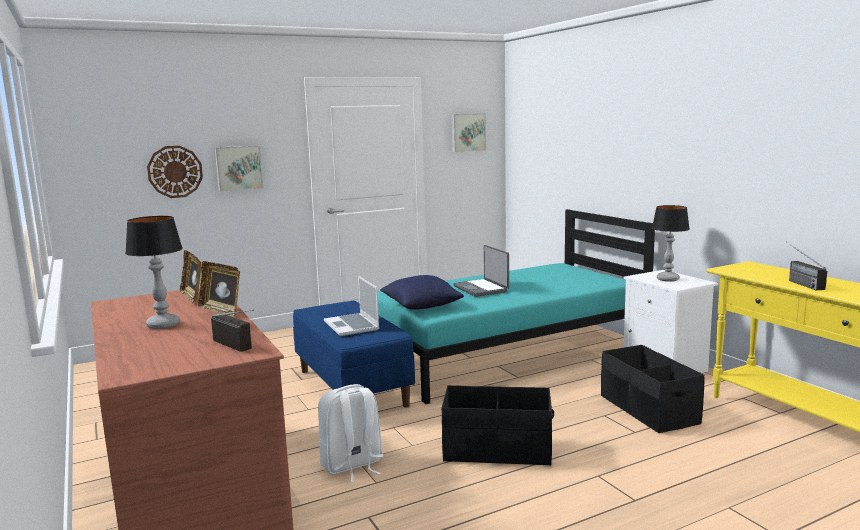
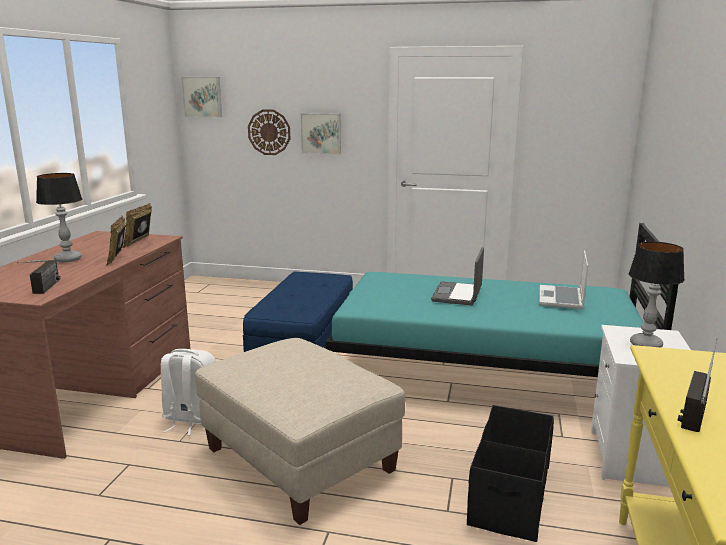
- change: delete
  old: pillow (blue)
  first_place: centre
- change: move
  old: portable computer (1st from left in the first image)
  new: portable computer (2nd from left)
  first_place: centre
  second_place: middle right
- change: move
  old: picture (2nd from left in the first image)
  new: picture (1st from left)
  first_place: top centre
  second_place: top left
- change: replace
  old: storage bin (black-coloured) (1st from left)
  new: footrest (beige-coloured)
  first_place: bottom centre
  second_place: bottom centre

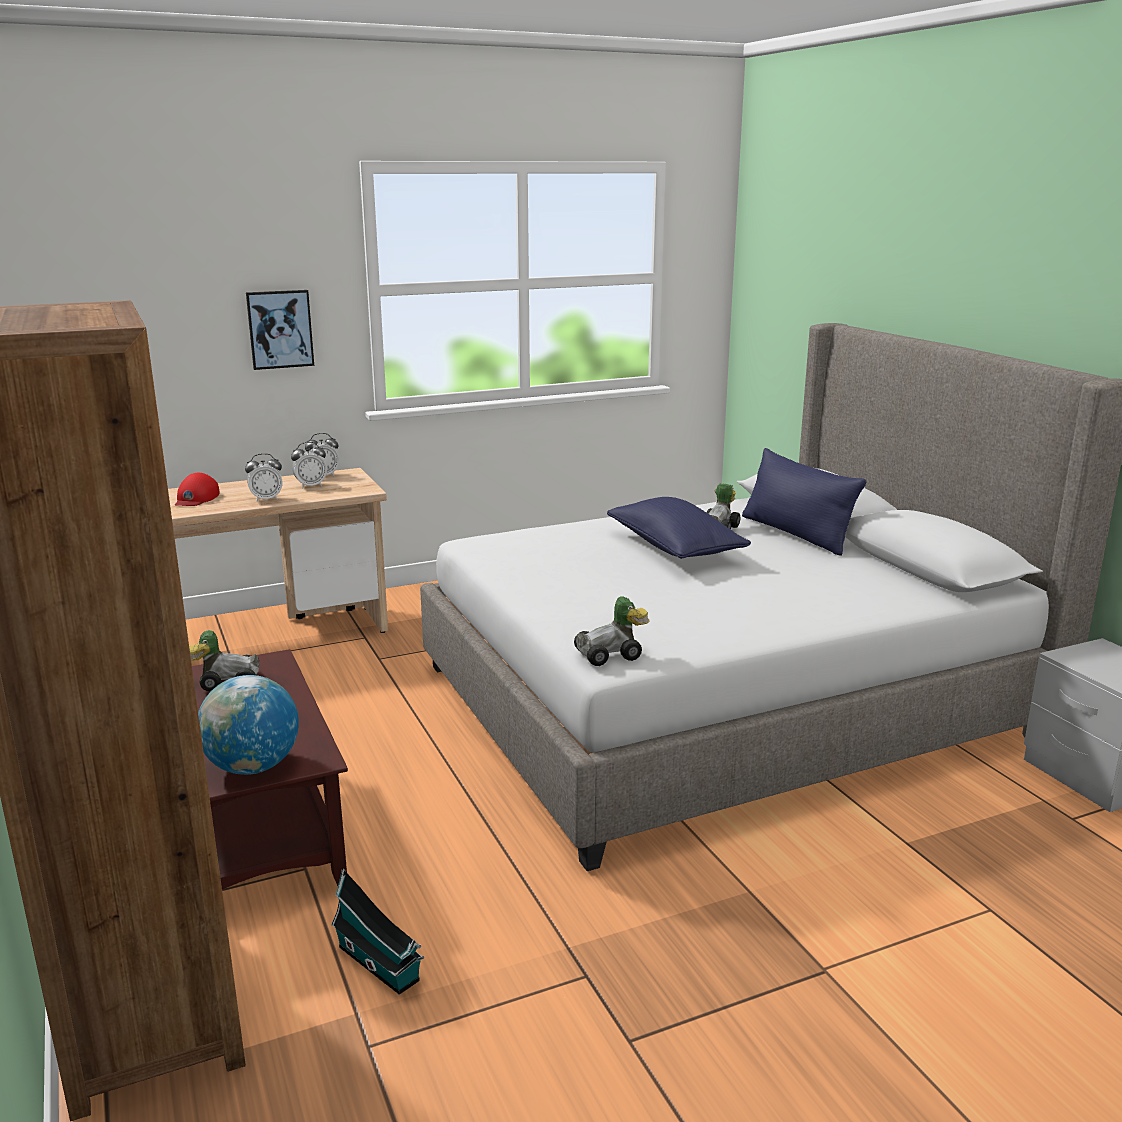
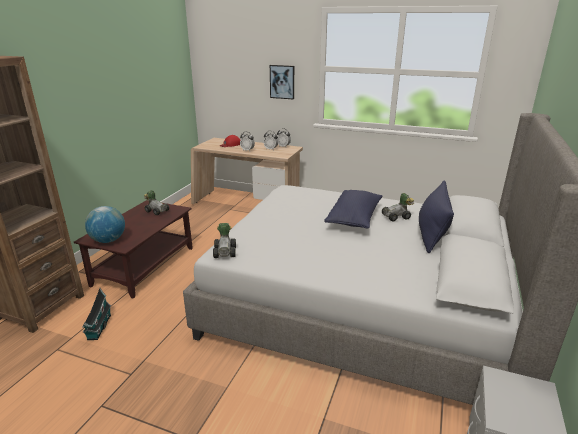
- change: rotate
  old: model car (2nd from left)
  first_place: centre
  second_place: centre
  degrees: -120

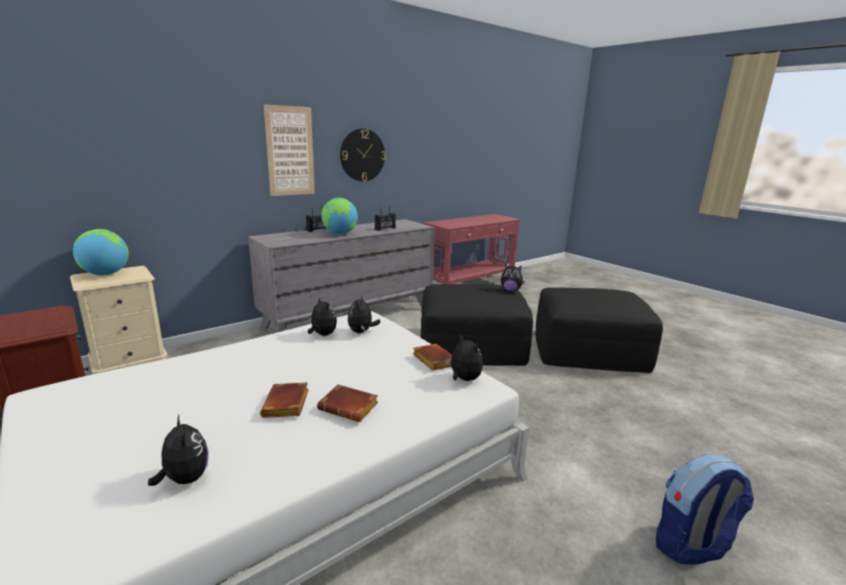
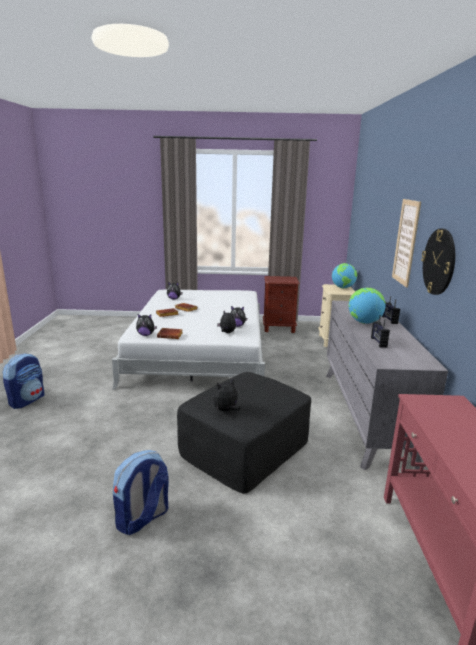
- change: replace
  old: footrest (black-coloured) (2nd from left)
  new: rucksack (2nd from left)
  first_place: middle right
  second_place: bottom left

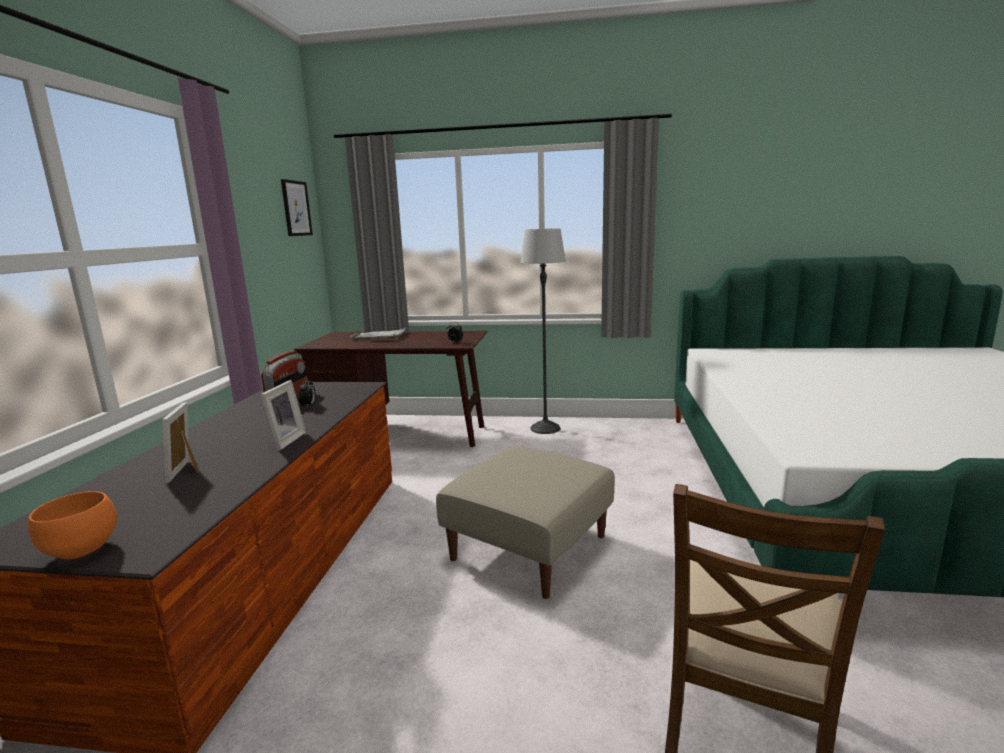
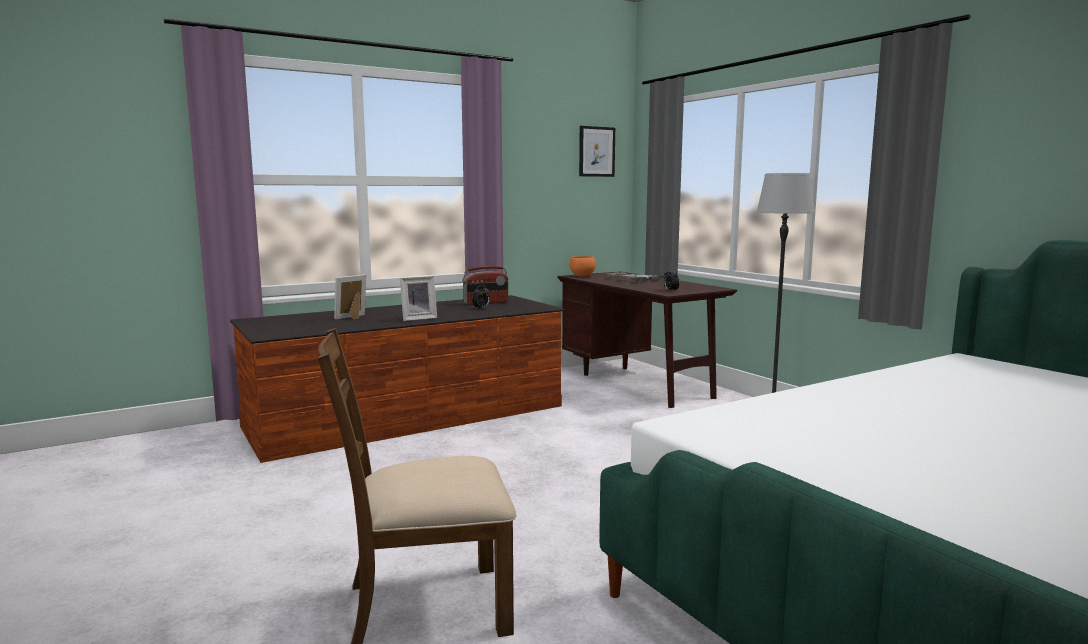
- change: delete
  old: footrest (beige-coloured)
  first_place: bottom centre
- change: move
  old: bowl (orange)
  first_place: bottom left
  second_place: centre

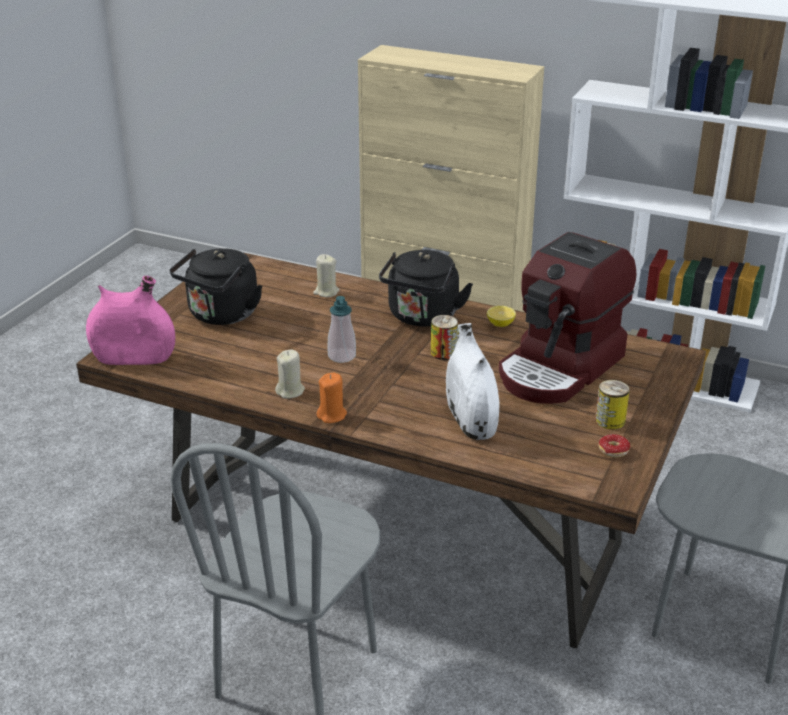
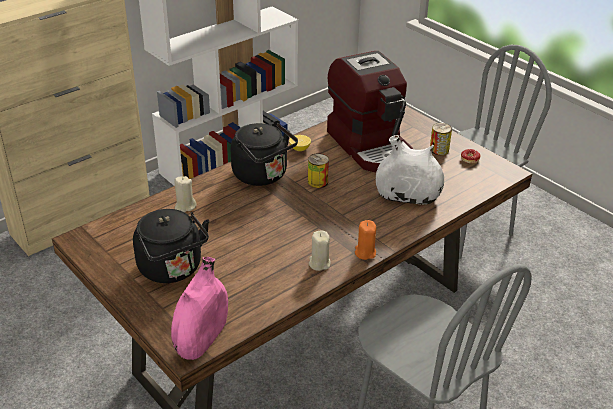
- change: delete
  old: soap dispenser
  first_place: centre

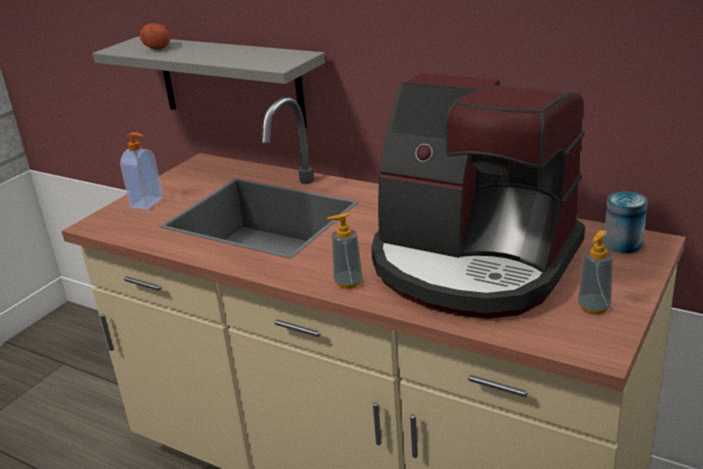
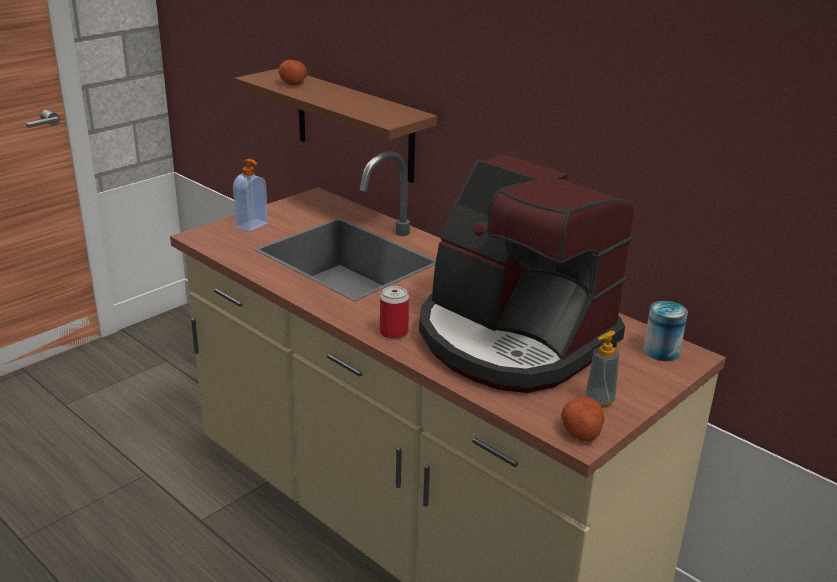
- change: insert
  new: whole potato (2nd from left)
  second_place: bottom right
- change: replace
  old: soap dispenser (2nd from left)
  new: metal can (1st from left)
  first_place: centre
  second_place: centre
- change: recolor
  old: shelf (greyish)
  new: shelf (brown-coloured)
  first_place: top left
  second_place: top centre

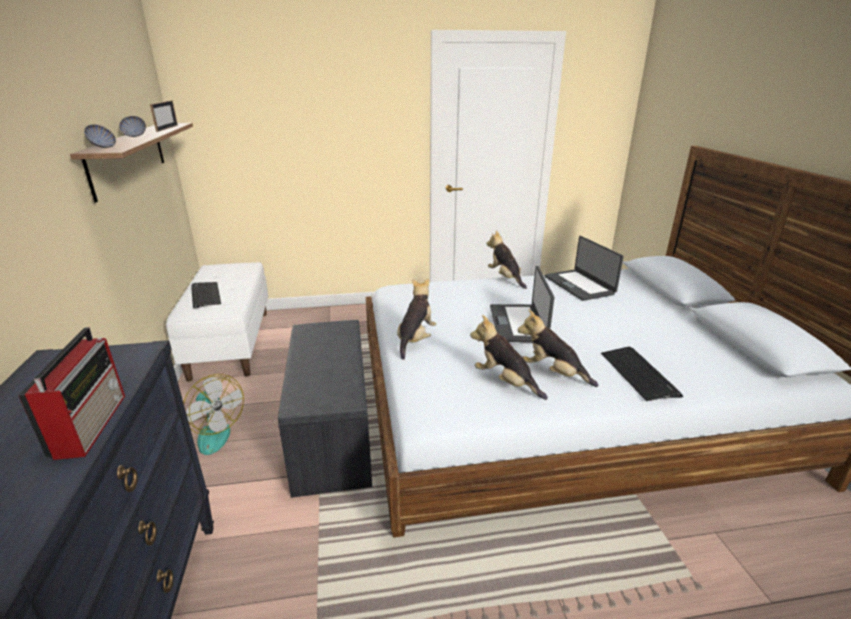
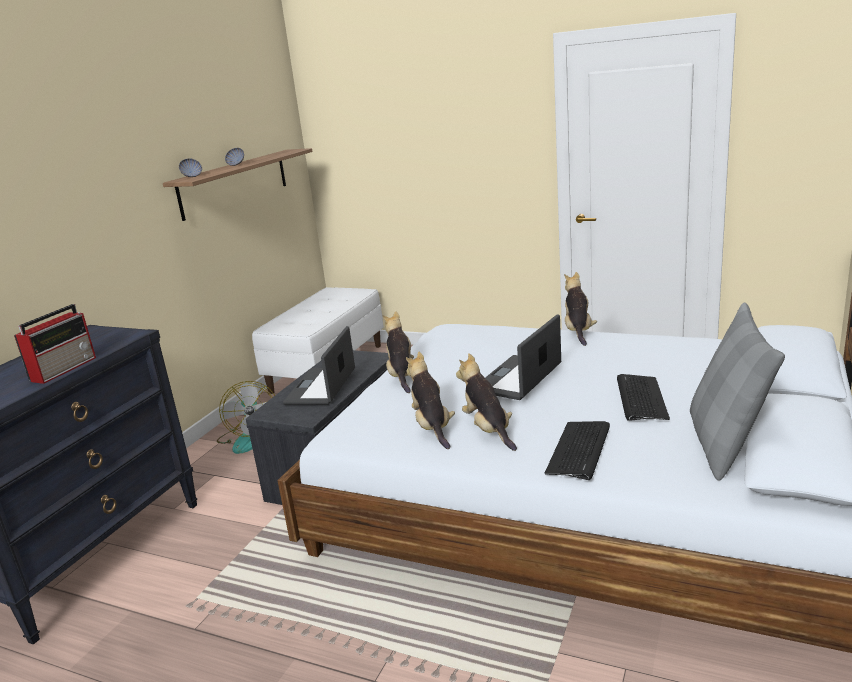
- change: delete
  old: standing frame
  first_place: top left
- change: insert
  new: pillow (greyish)
  second_place: middle right
- change: move
  old: computer keyboard (1st from left in the first image)
  new: computer keyboard (2nd from left)
  first_place: middle left
  second_place: middle right
- change: move
  old: portable computer (2nd from left in the first image)
  new: portable computer (1st from left)
  first_place: middle right
  second_place: centre
- change: rotate
  old: soft toy (1st from left)
  first_place: centre
  second_place: centre
  degrees: -60

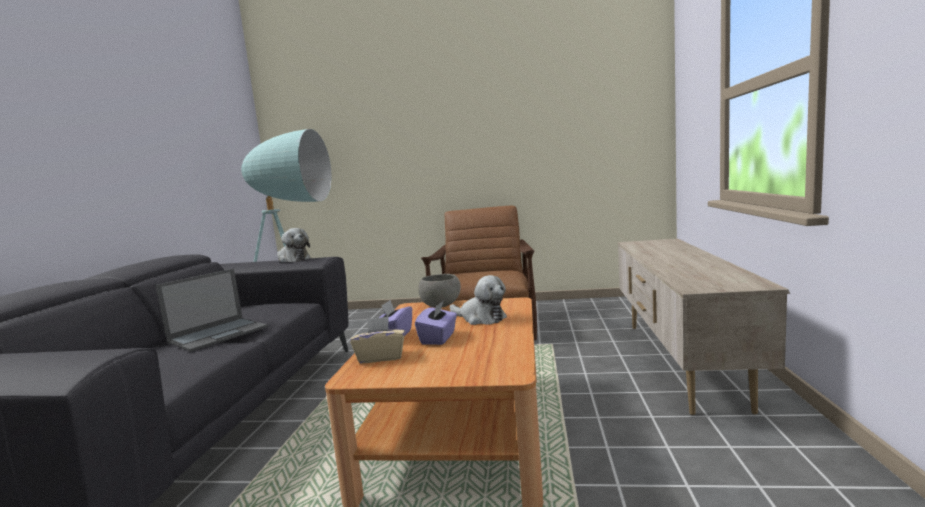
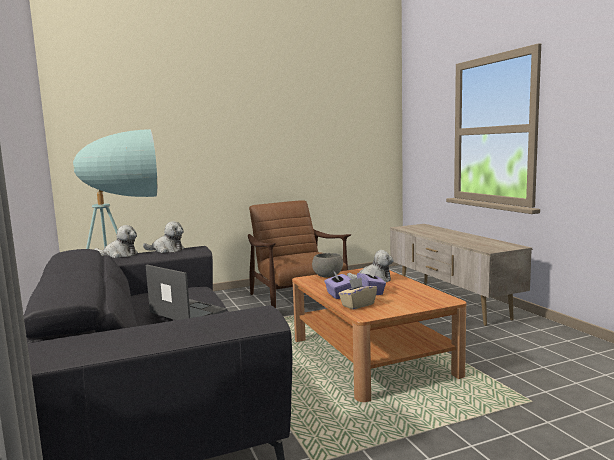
- change: insert
  new: soft toy (1st from left)
  second_place: middle left
- change: rotate
  old: portable computer
  first_place: middle left
  second_place: middle left
  degrees: -60

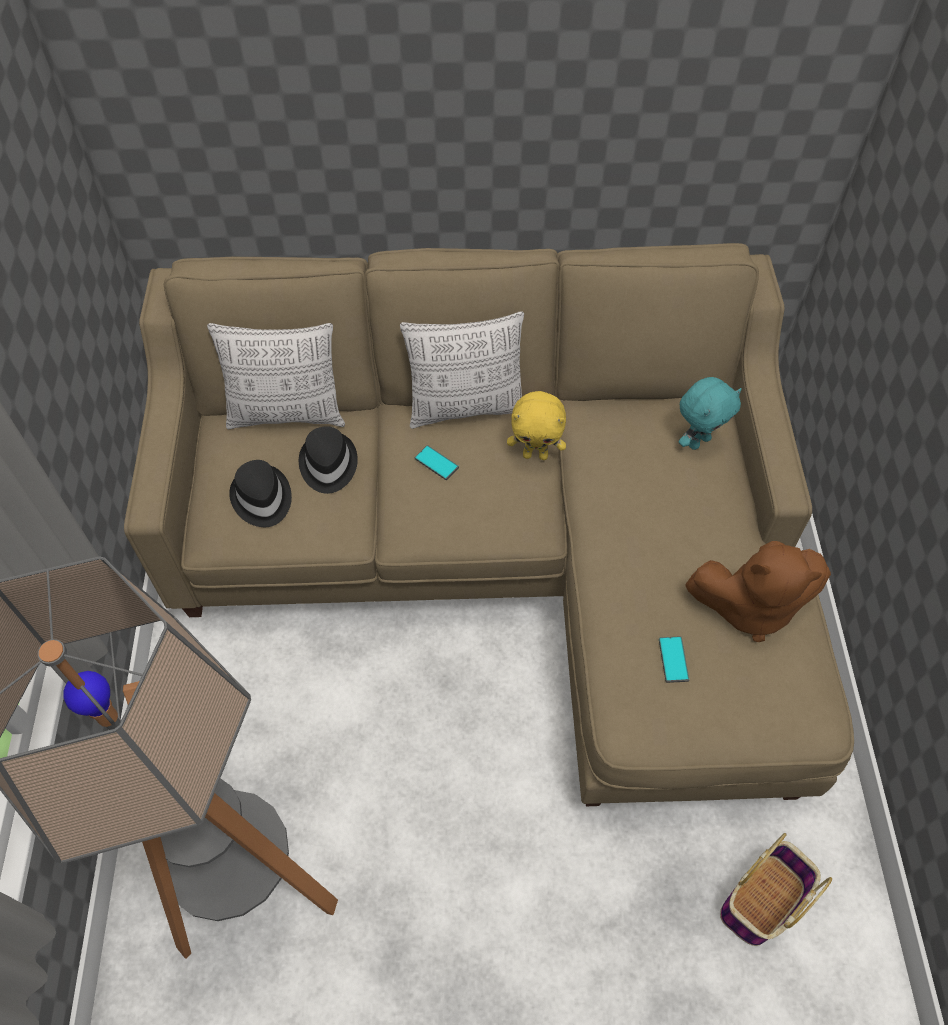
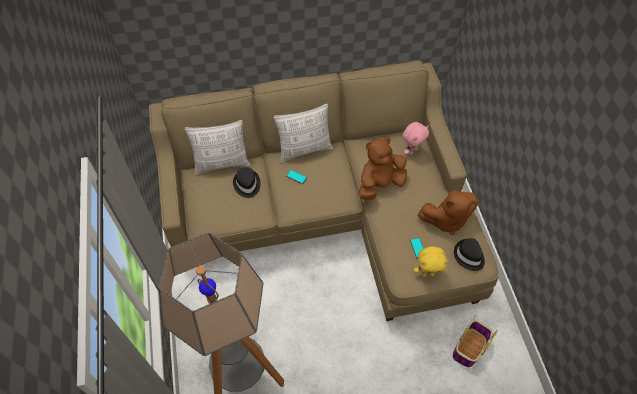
- change: insert
  new: soft toy (brown-coloured) (1st from left)
  second_place: centre
- change: move
  old: wearable hat (black-coloured) (1st from left in the first image)
  new: wearable hat (black-coloured) (2nd from left)
  first_place: middle left
  second_place: middle right
- change: move
  old: soft toy (yellow)
  first_place: centre
  second_place: middle right
- change: recolor
  old: soft toy (blue-green)
  new: soft toy (pink-coloured)
  first_place: middle right
  second_place: centre

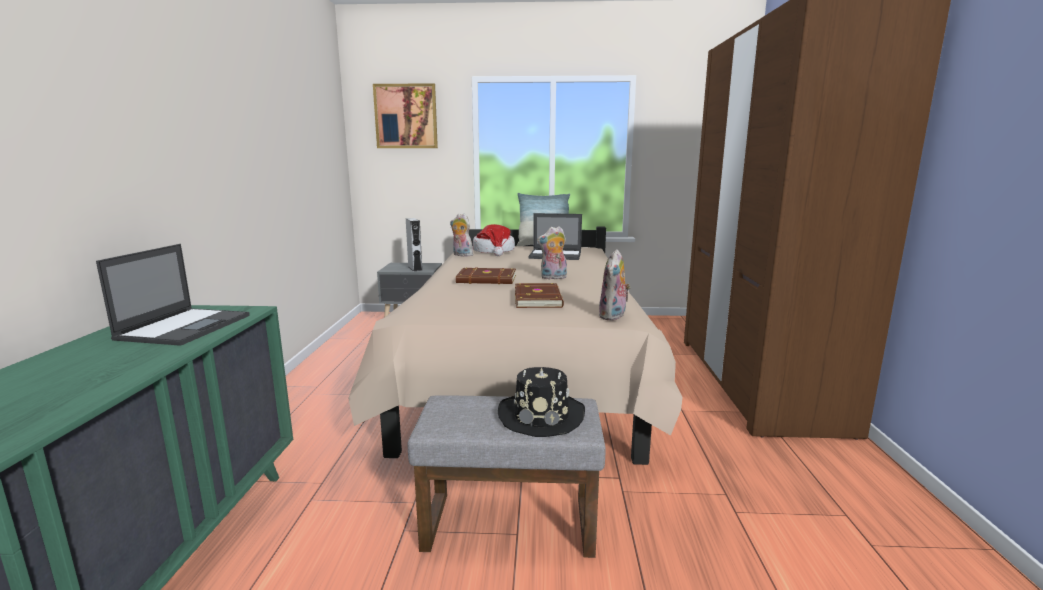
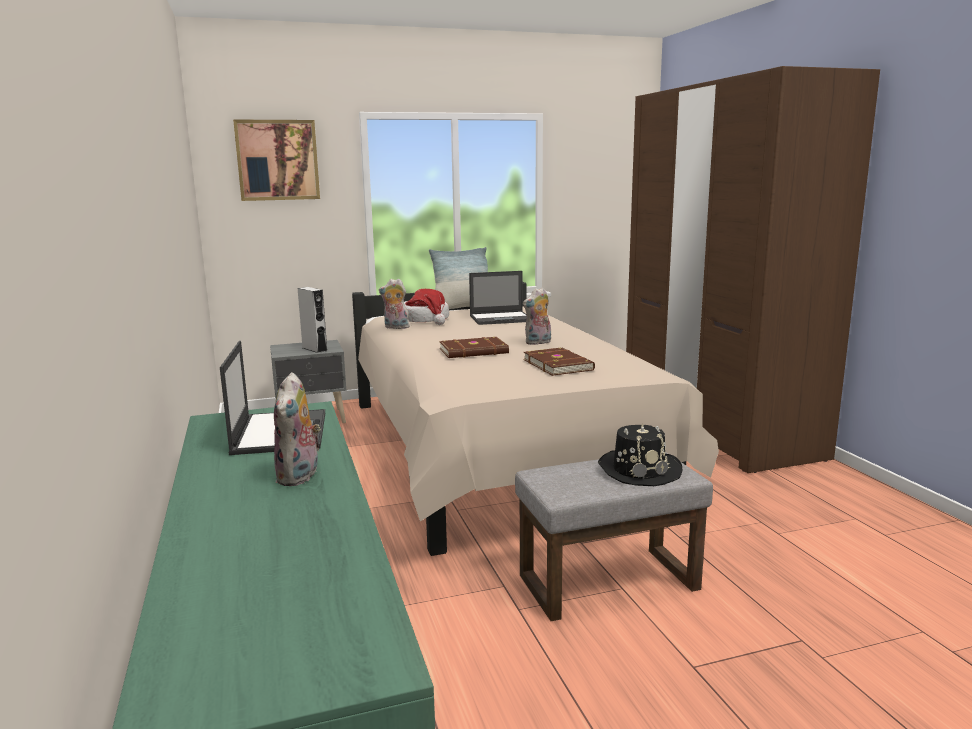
- change: move
  old: soft toy (3rd from left in the first image)
  new: soft toy (1st from left)
  first_place: centre
  second_place: middle left

